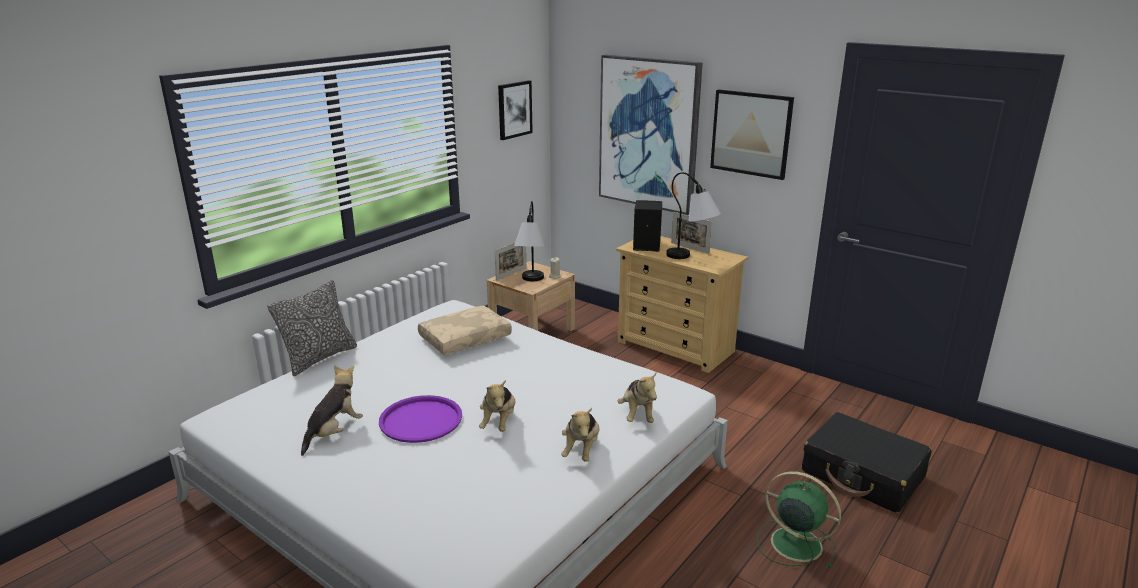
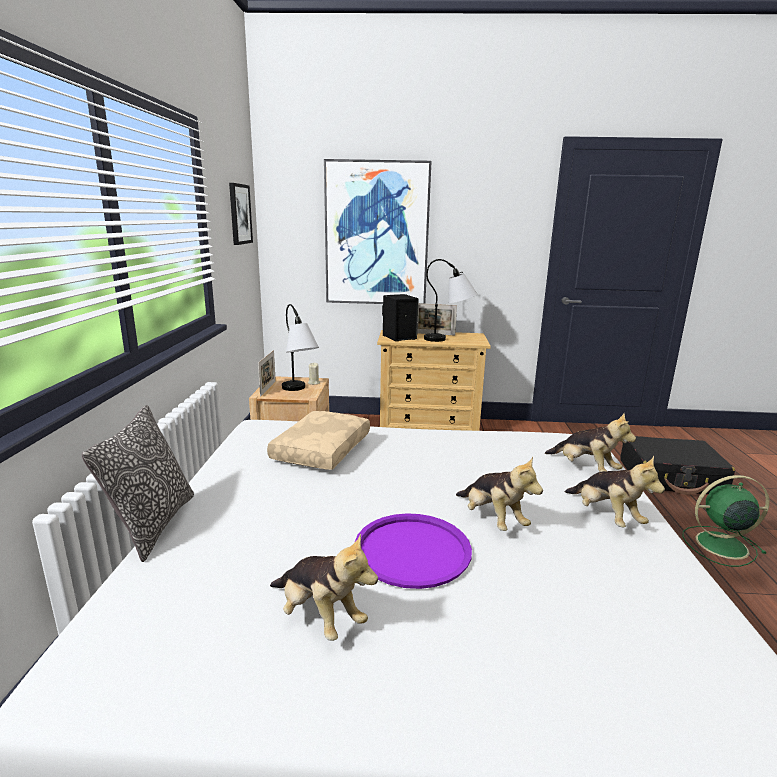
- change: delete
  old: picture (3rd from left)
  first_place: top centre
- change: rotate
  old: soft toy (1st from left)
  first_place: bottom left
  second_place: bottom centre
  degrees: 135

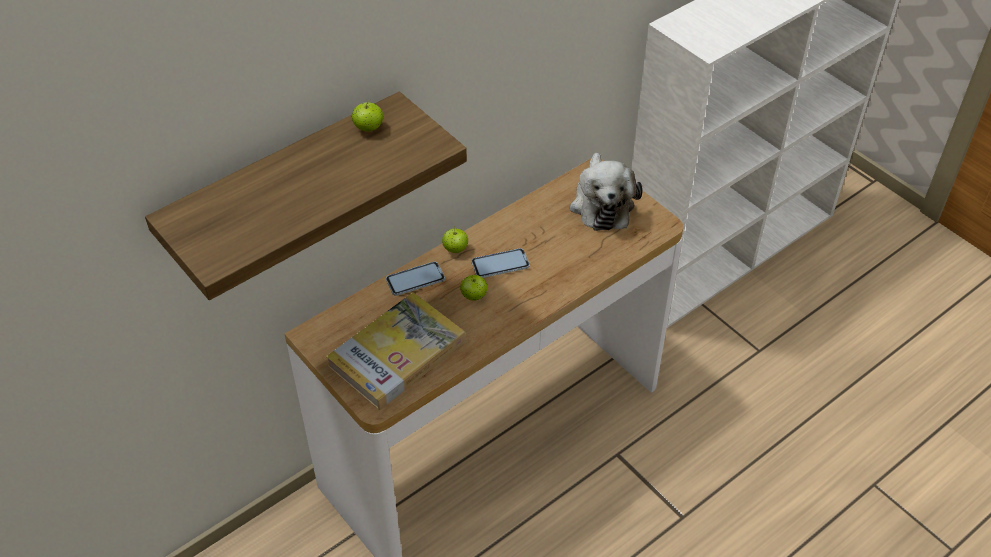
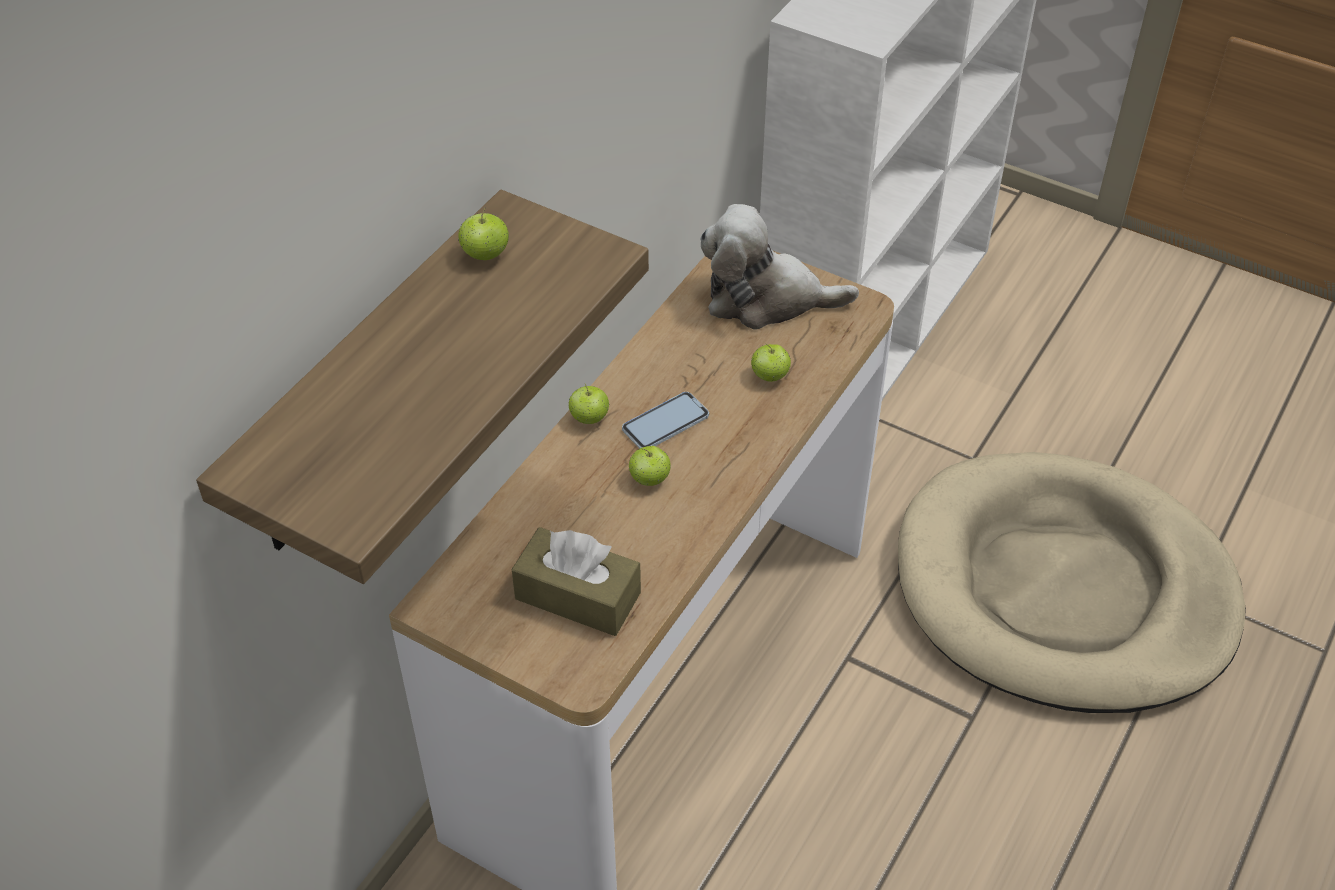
- change: delete
  old: phone (1st from left)
  first_place: centre
- change: insert
  new: apple (4th from left)
  second_place: centre
- change: insert
  new: dog cushion (beige-coloured)
  second_place: middle right
- change: replace
  old: volume
  new: tissue box (brown-coloured)
  first_place: centre
  second_place: centre
- change: rotate
  old: soft toy
  first_place: centre
  second_place: top centre
  degrees: 120

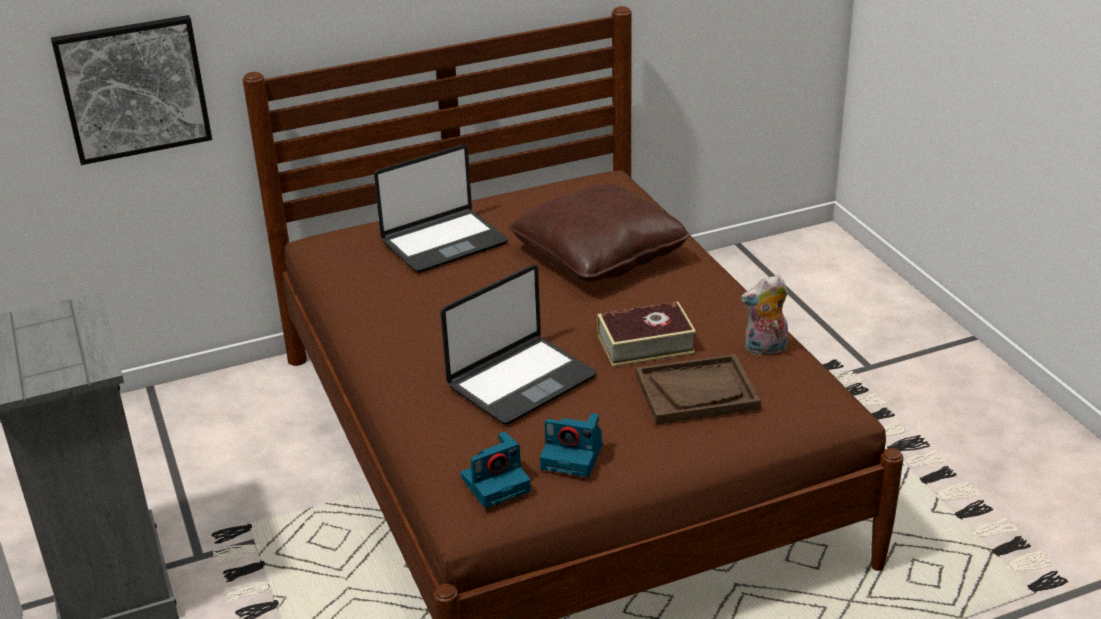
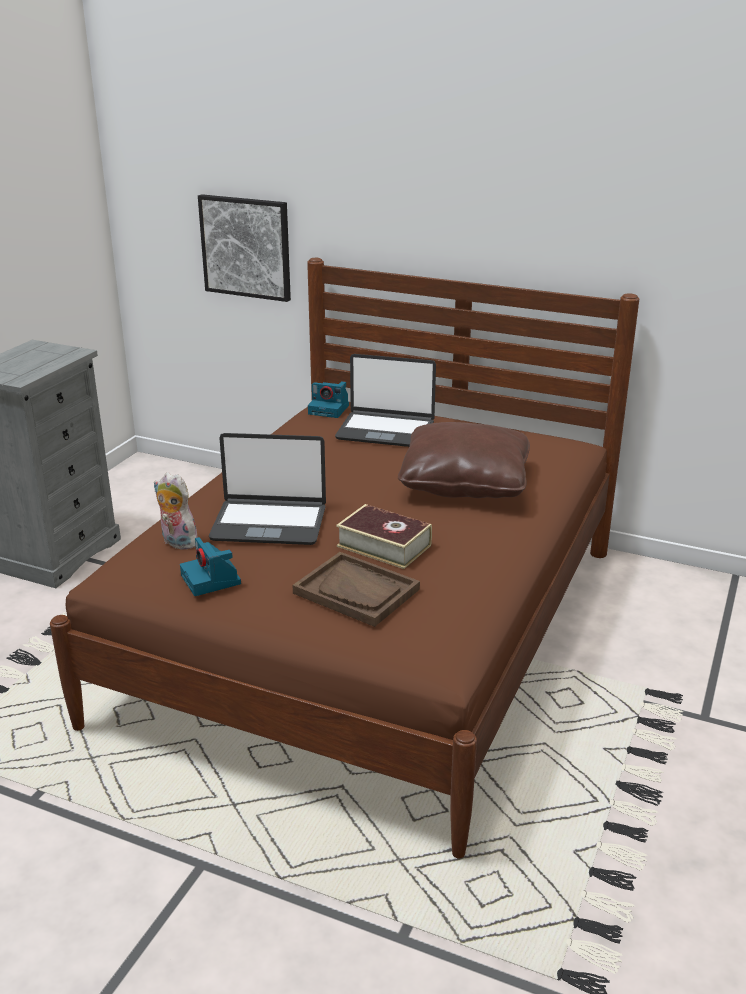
- change: move
  old: photo camera (1st from left in the first image)
  new: photo camera (2nd from left)
  first_place: bottom centre
  second_place: centre
- change: move
  old: soft toy
  first_place: middle right
  second_place: middle left

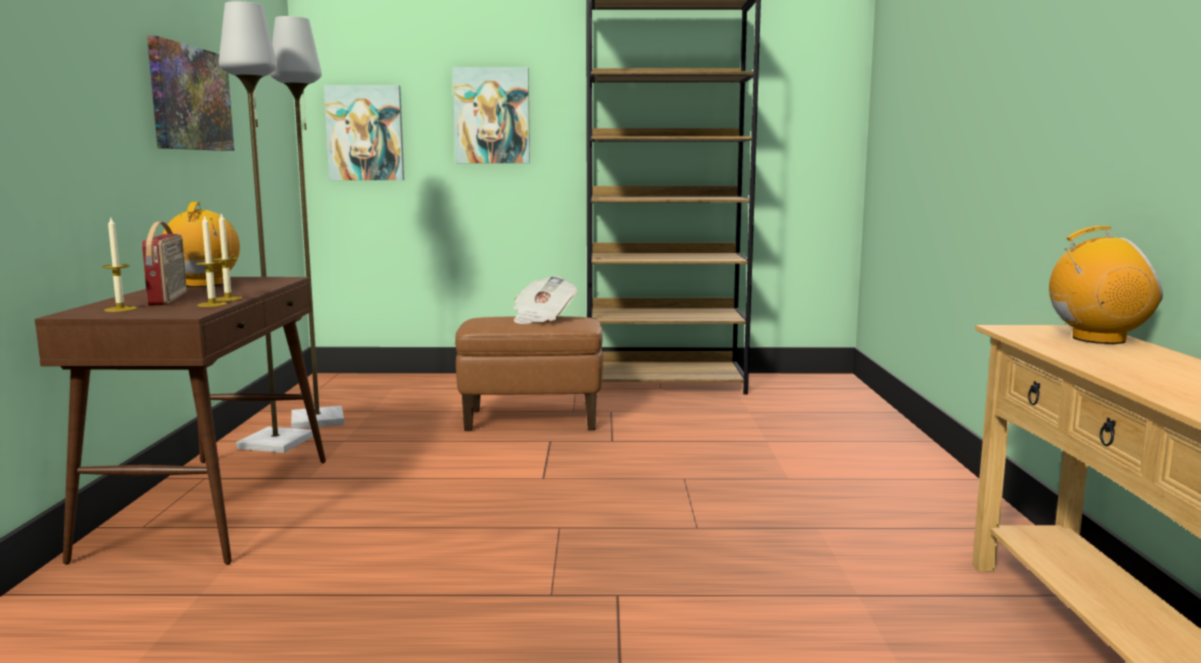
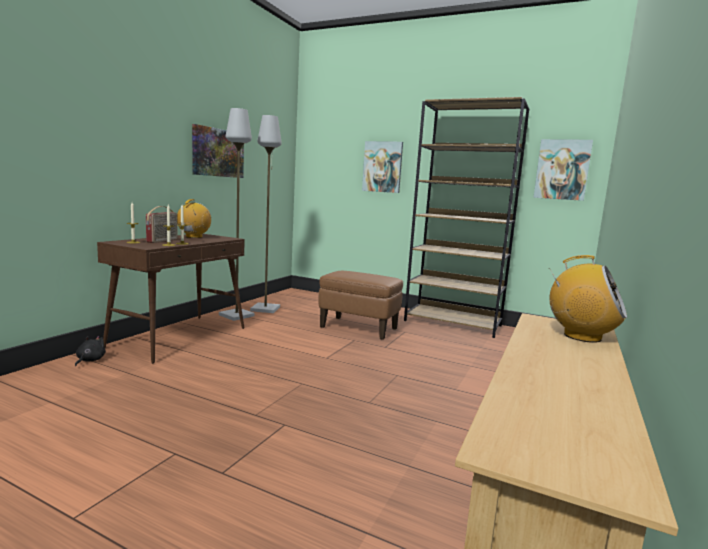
- change: delete
  old: printed paper
  first_place: centre
- change: insert
  new: soft toy (black-coloured)
  second_place: middle left
- change: move
  old: picture (2nd from left in the first image)
  new: picture (3rd from left)
  first_place: top left
  second_place: top right

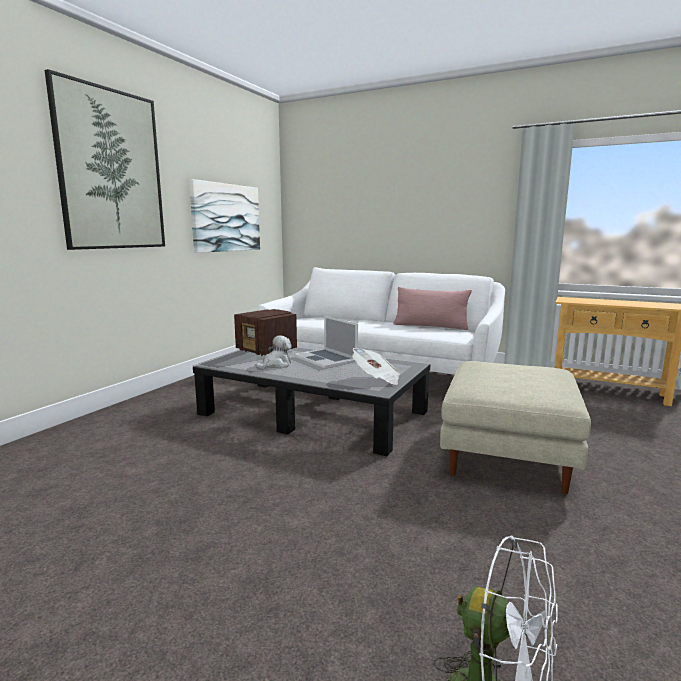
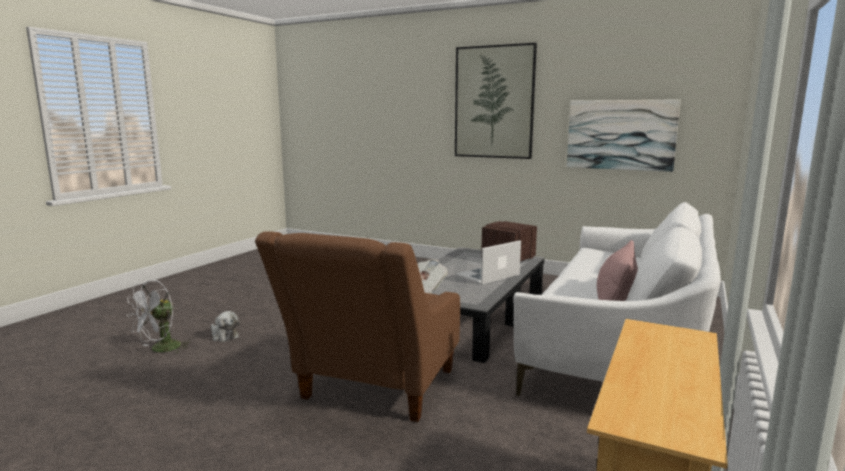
- change: move
  old: soft toy
  first_place: centre
  second_place: bottom left
- change: replace
  old: footrest (beige-coloured)
  new: armchair (brown-coloured)
  first_place: middle right
  second_place: bottom centre

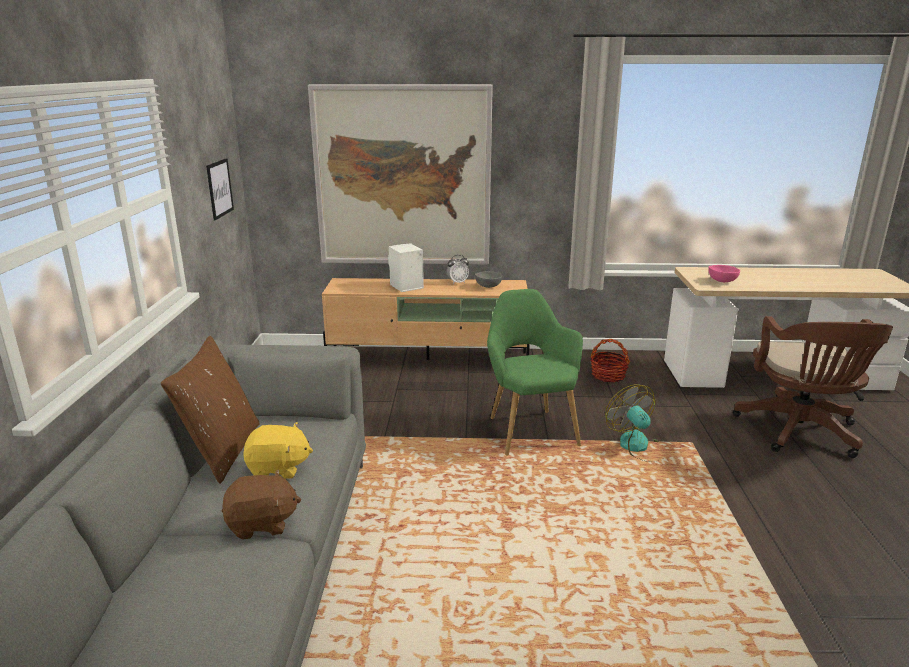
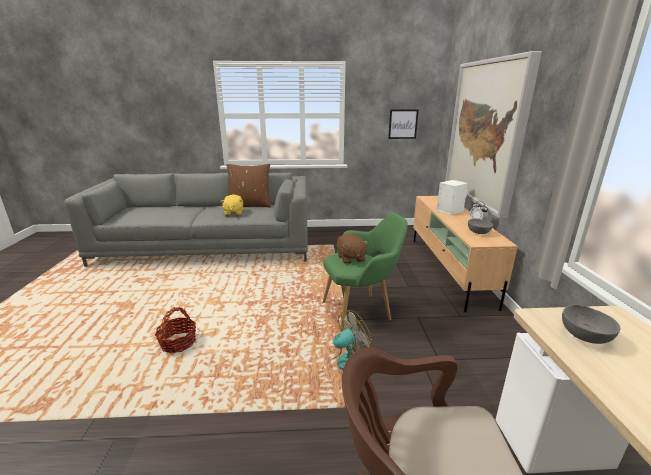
- change: move
  old: soft toy (brown-coloured)
  first_place: bottom left
  second_place: centre
- change: move
  old: basket
  first_place: middle right
  second_place: bottom left
- change: recolor
  old: bowl (pink-coloured)
  new: bowl (greyish) (2nd from left)
  first_place: middle right
  second_place: bottom right

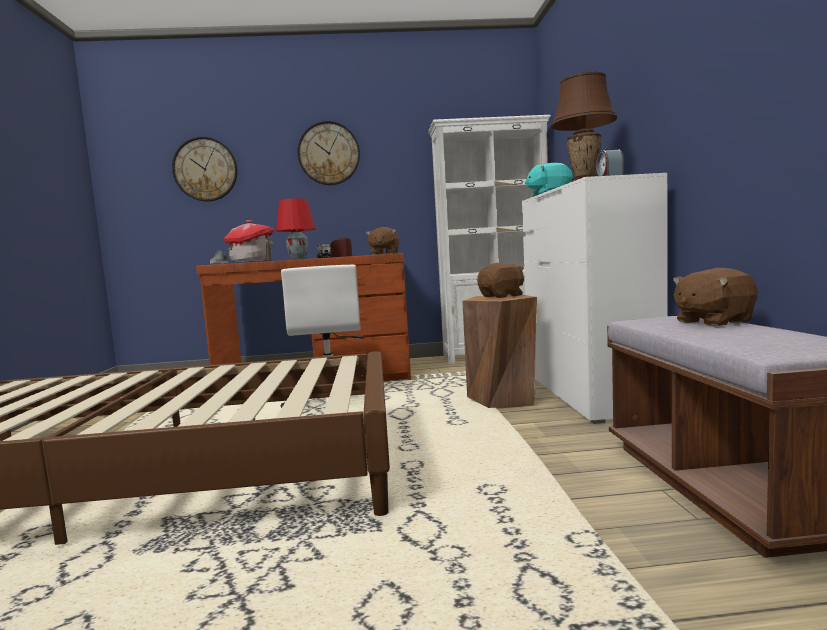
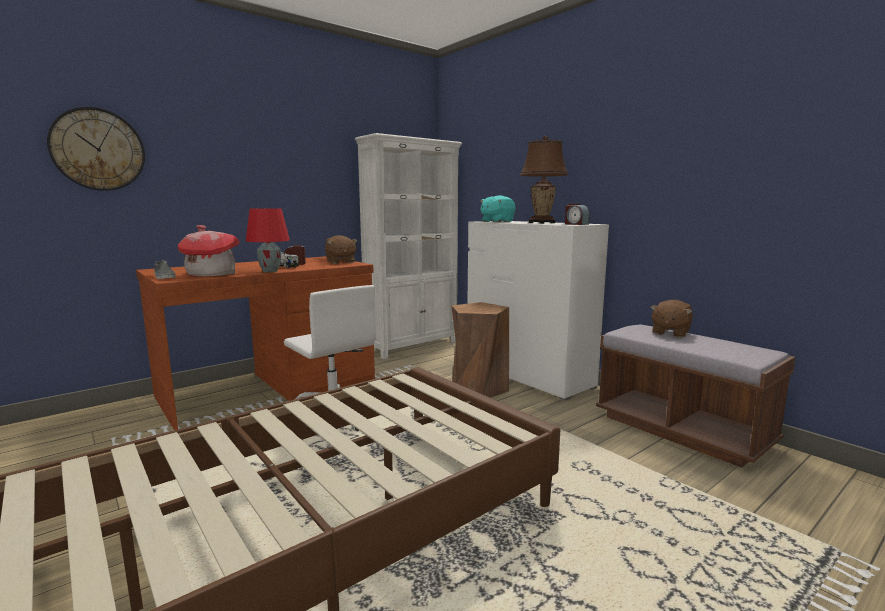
- change: delete
  old: hanging clock (2nd from left)
  first_place: top centre
- change: delete
  old: soft toy (brown-coloured) (2nd from left)
  first_place: centre

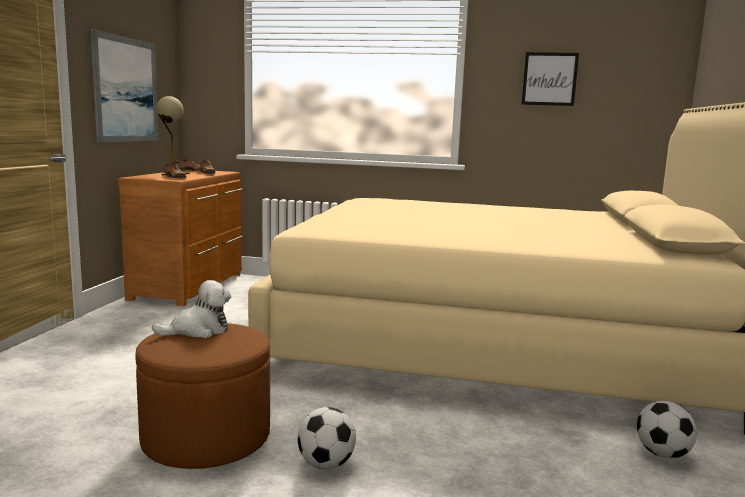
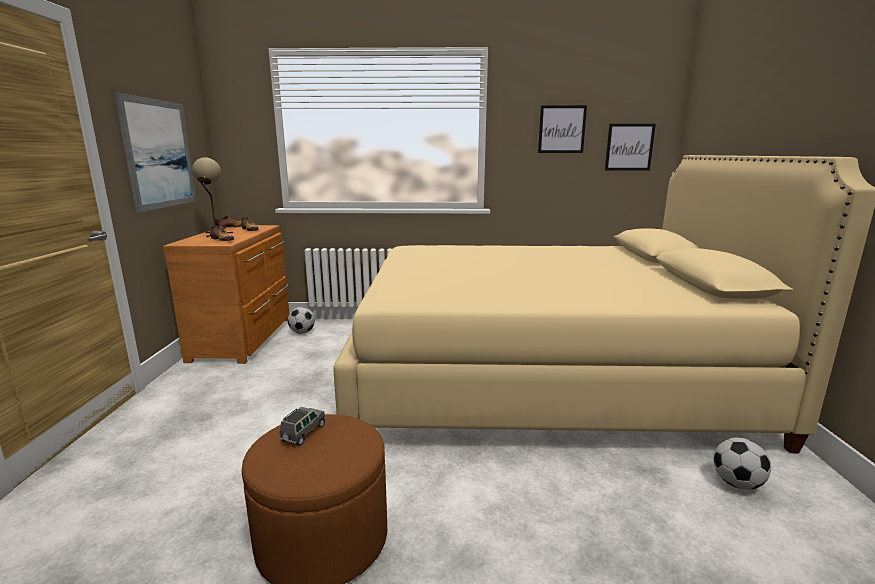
- change: insert
  new: picture (3rd from left)
  second_place: top right
- change: move
  old: football ball (1st from left)
  first_place: bottom centre
  second_place: centre
- change: replace
  old: soft toy
  new: model car (greyish)
  first_place: middle left
  second_place: bottom centre

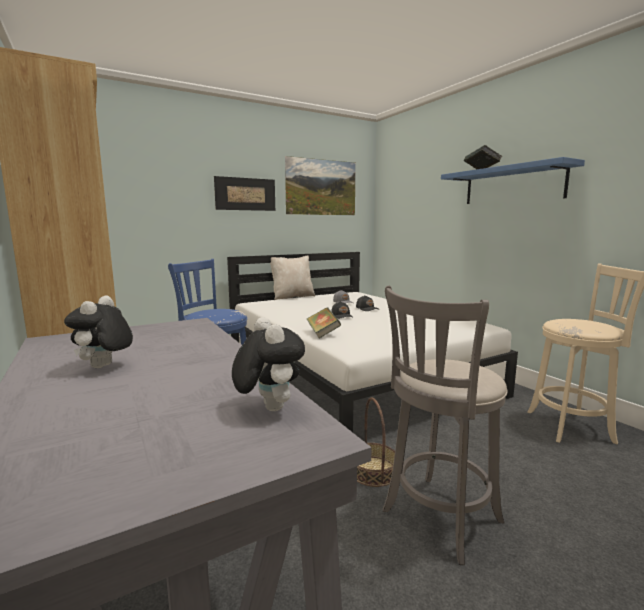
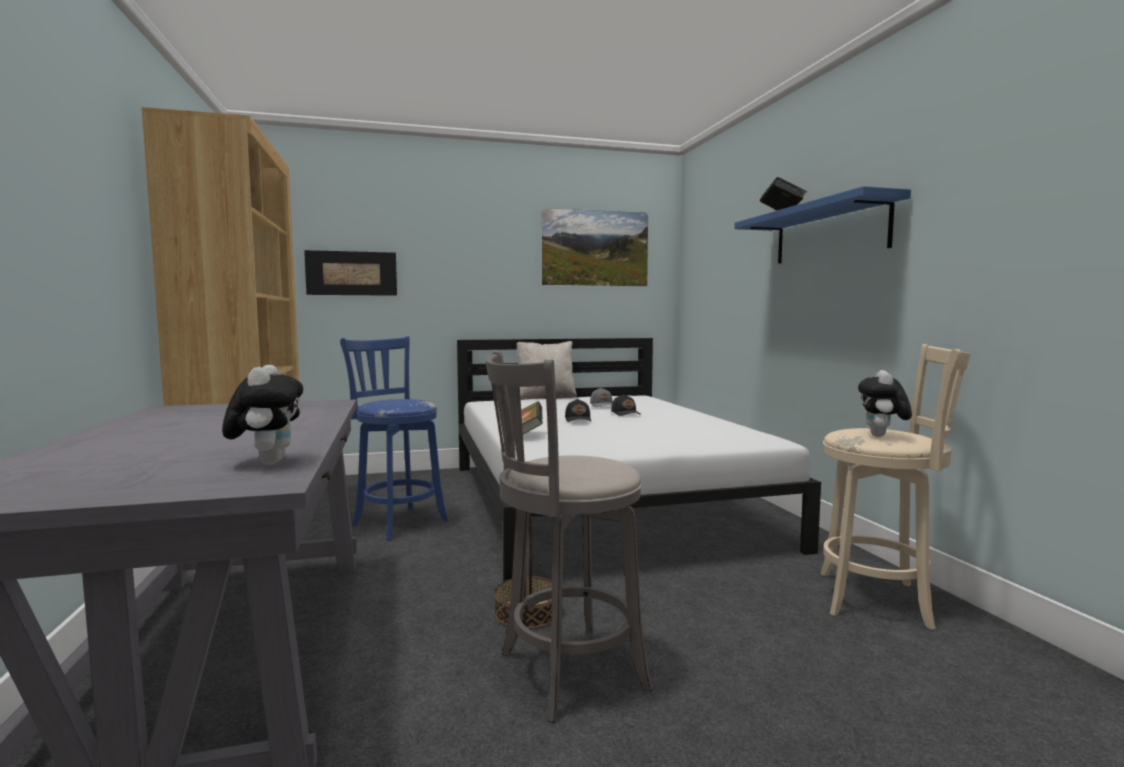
- change: move
  old: soft toy (1st from left in the first image)
  new: soft toy (2nd from left)
  first_place: middle left
  second_place: middle right
- change: move
  old: picture (1st from left)
  first_place: top centre
  second_place: middle left

